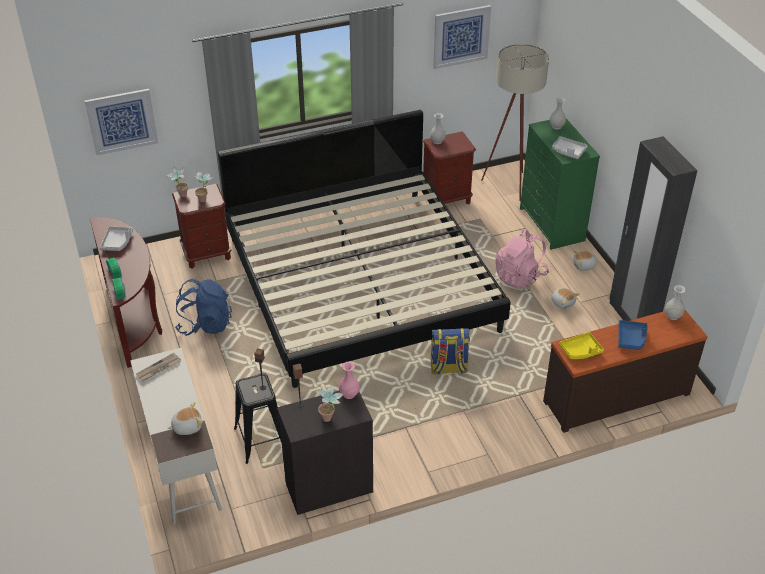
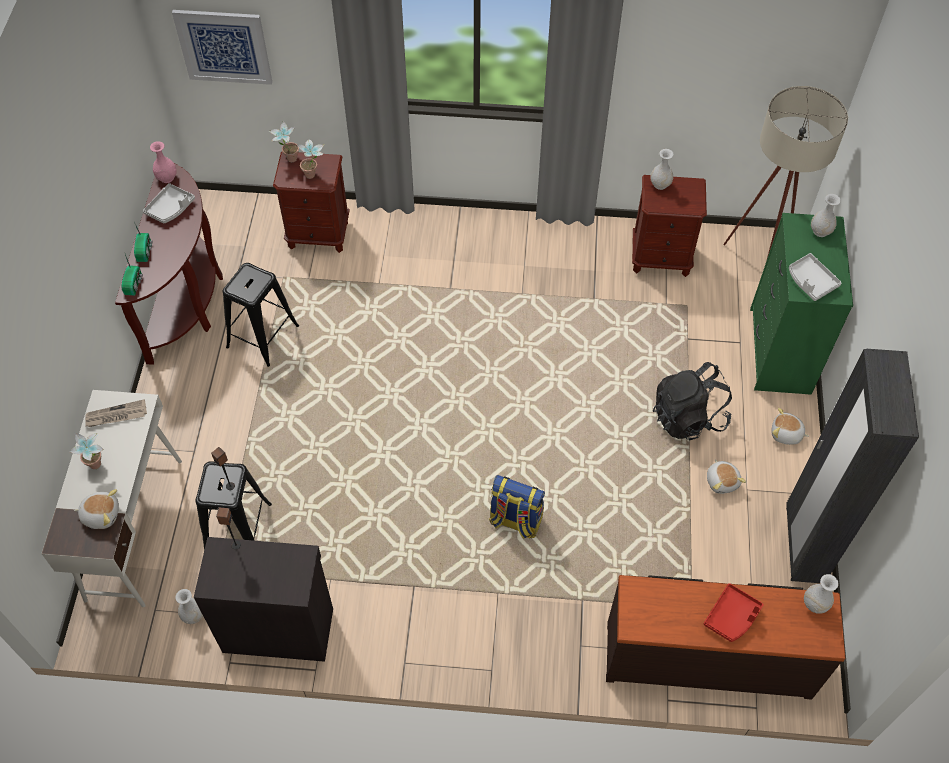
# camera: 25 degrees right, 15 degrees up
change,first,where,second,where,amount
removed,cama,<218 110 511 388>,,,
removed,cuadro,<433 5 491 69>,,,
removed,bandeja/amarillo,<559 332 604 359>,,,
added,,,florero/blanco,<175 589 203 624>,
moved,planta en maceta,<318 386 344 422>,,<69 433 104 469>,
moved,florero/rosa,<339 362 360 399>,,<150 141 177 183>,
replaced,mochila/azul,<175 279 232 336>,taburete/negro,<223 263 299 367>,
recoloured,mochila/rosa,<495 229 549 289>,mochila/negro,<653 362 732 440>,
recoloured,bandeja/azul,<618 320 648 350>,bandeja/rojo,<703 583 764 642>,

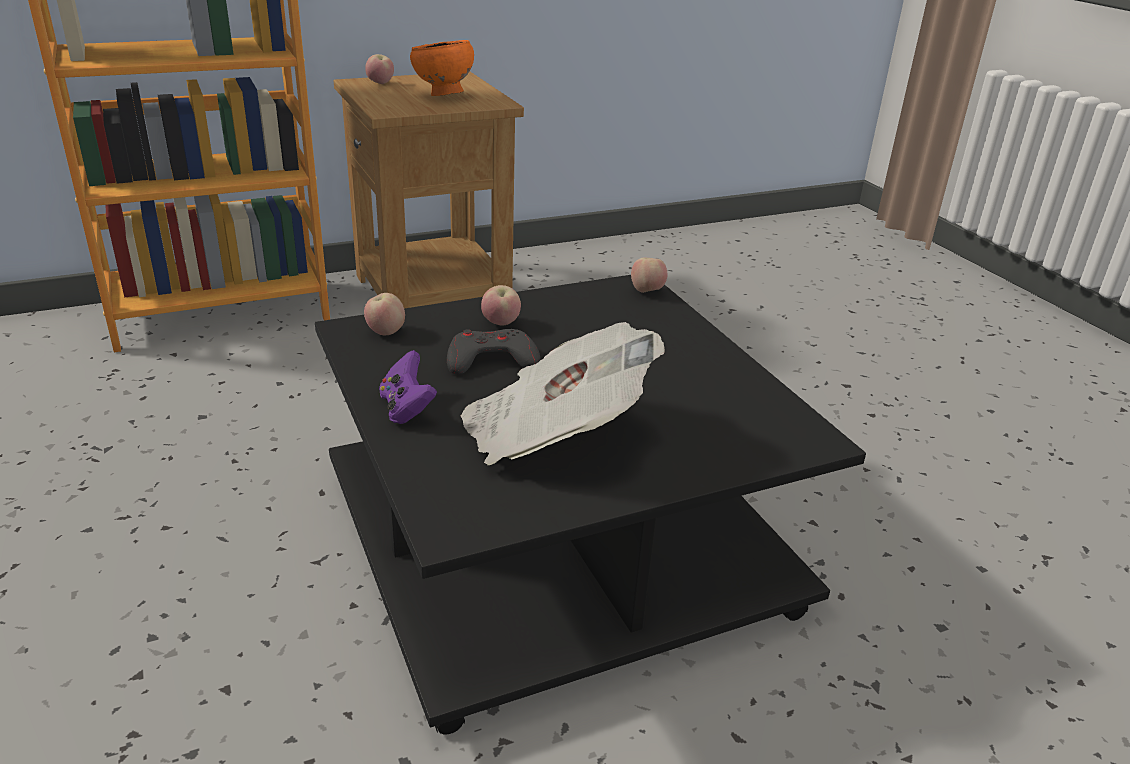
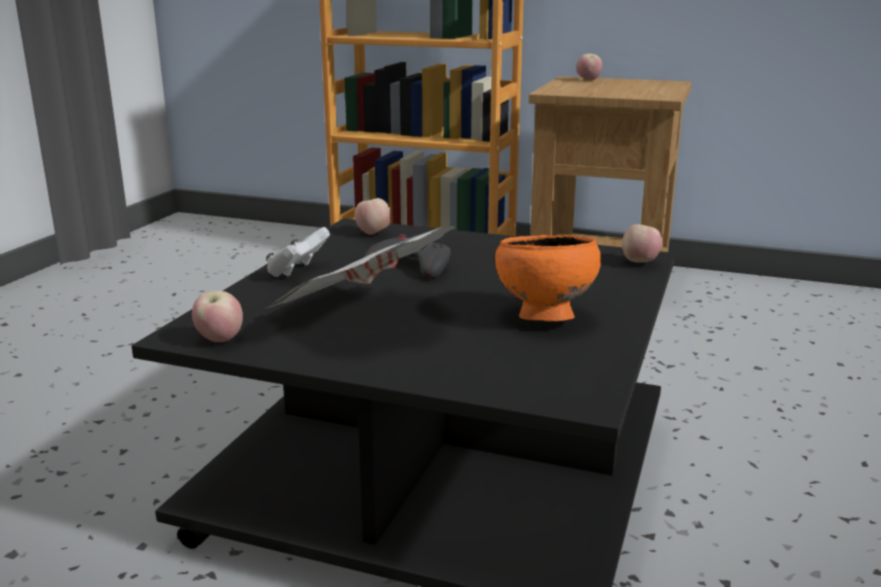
# camera: 45 degrees right, 10 degrees down
change,first,where,second,where,amount
moved,cuenco/naranja,<410 40 474 96>,,<495 235 601 322>,
moved,manzana,<481 285 521 326>,,<192 291 243 342>,
recoloured,mando de consola/morado,<379 350 437 424>,mando de consola/blanco,<266 227 330 278>,

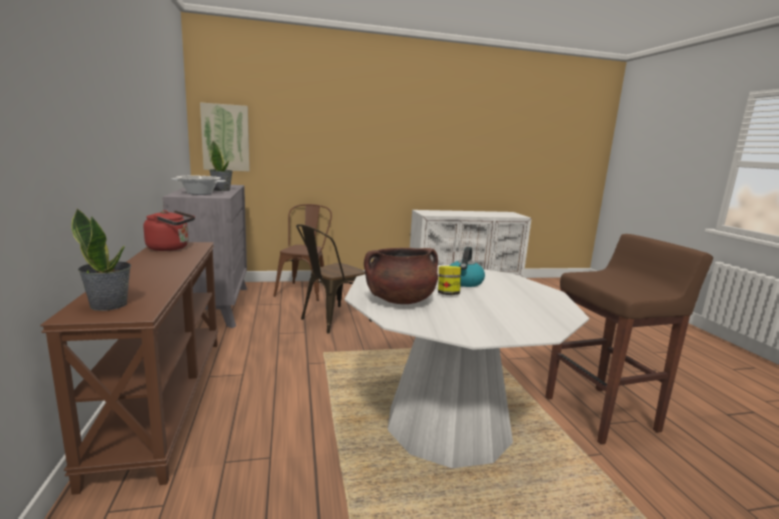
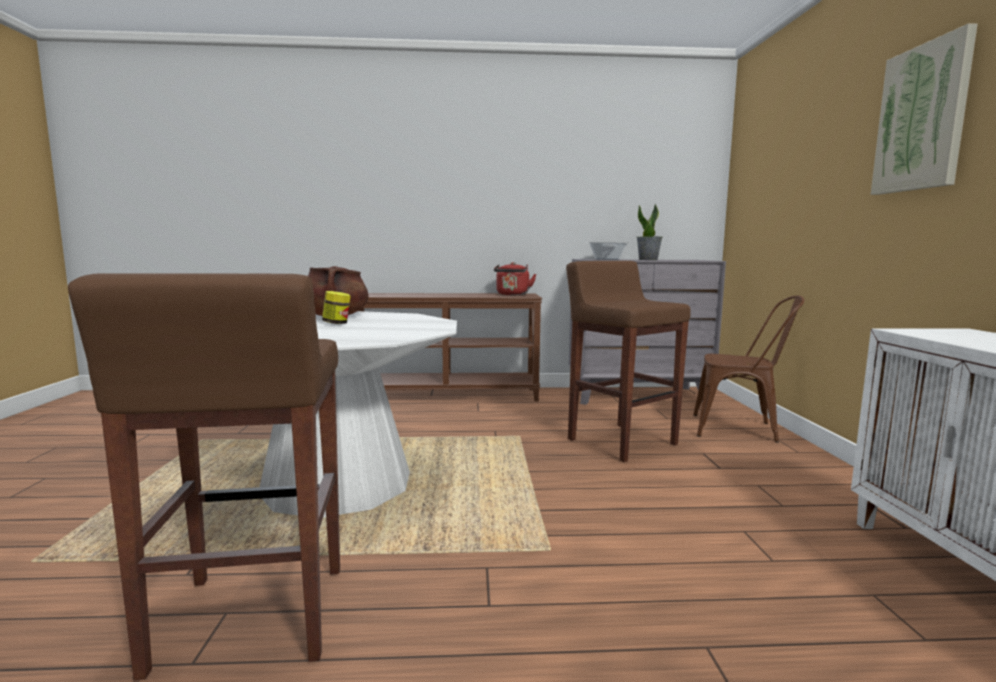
# camera: 100 degrees right, 5 degrees down
change,first,where,second,where,amount
removed,planta en maceta,<71 209 131 311>,,,
removed,hervidor,<450 247 485 287>,,,
moved,cuadro,<200 102 250 171>,,<871 23 978 195>,
replaced,silla/marrón,<296 224 372 334>,taburete/marrón,<566 261 691 462>,

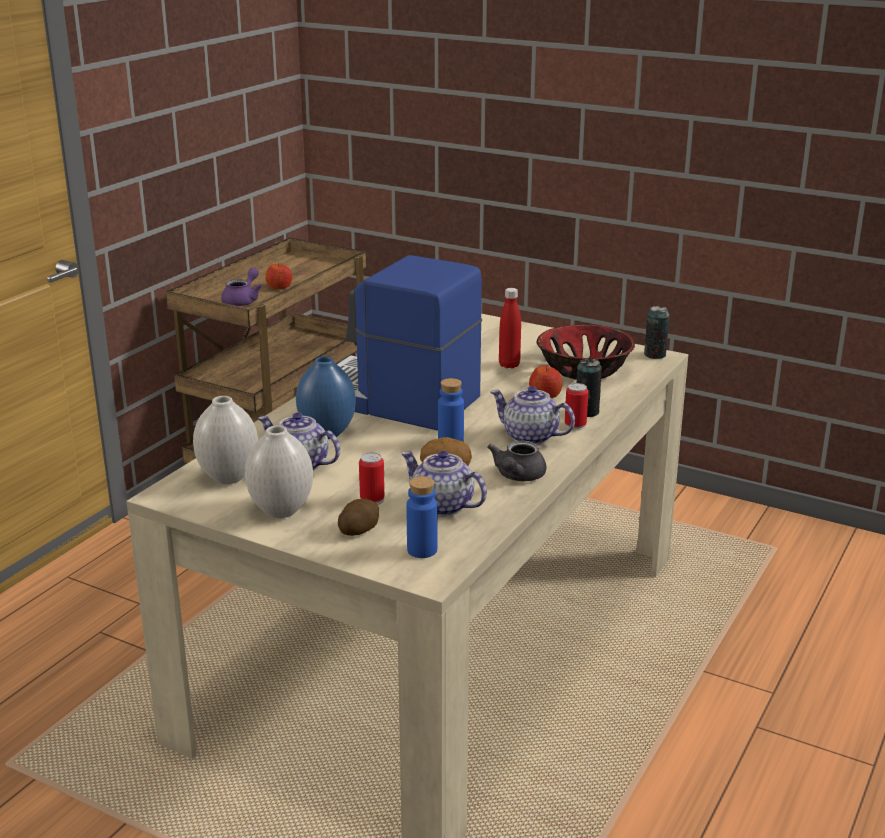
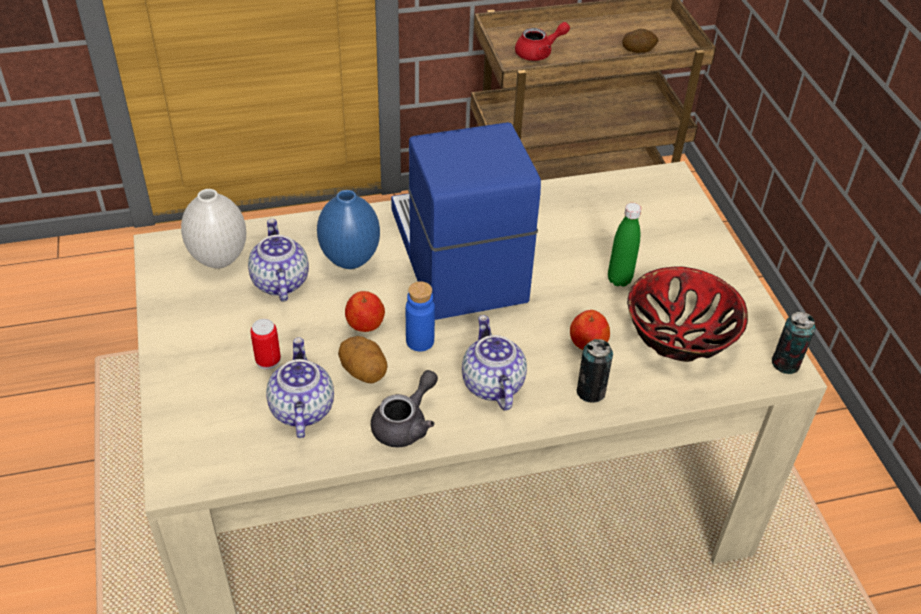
# camera: 45 degrees right, 20 degrees up
change,first,where,second,where,amount
removed,florero/blanco,<245 425 313 518>,,,
removed,botella/azul,<407 476 437 558>,,,
removed,lata,<565 383 588 430>,,,
moved,manzana,<265 264 292 289>,,<345 291 385 332>,
moved,patata,<338 499 379 536>,,<622 29 659 53>,
recoloured,tetera/morado,<221 267 262 306>,tetera/rojo,<515 22 570 61>,
recoloured,botella/rojo,<499 288 521 368>,botella/verde,<608 203 641 287>,
turned,tetera/gris,<487 440 546 481>,,<371 370 438 447>,150 degrees clockwise

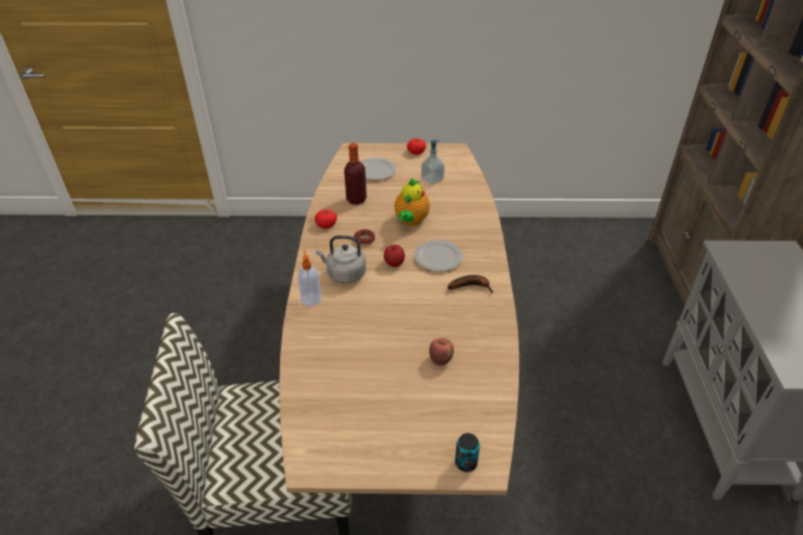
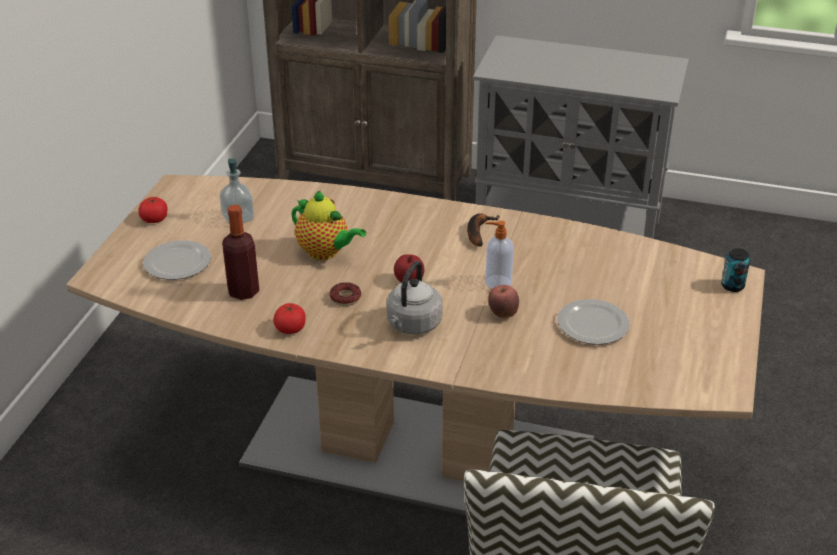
# camera: 75 degrees left, 5 degrees down
change,first,where,second,where,amount
moved,dispensador de jabón,<298 250 321 306>,,<485 221 514 289>,
moved,plato,<414 240 463 271>,,<557 299 630 345>,
moved,manzana,<429 338 454 366>,,<488 285 519 318>,

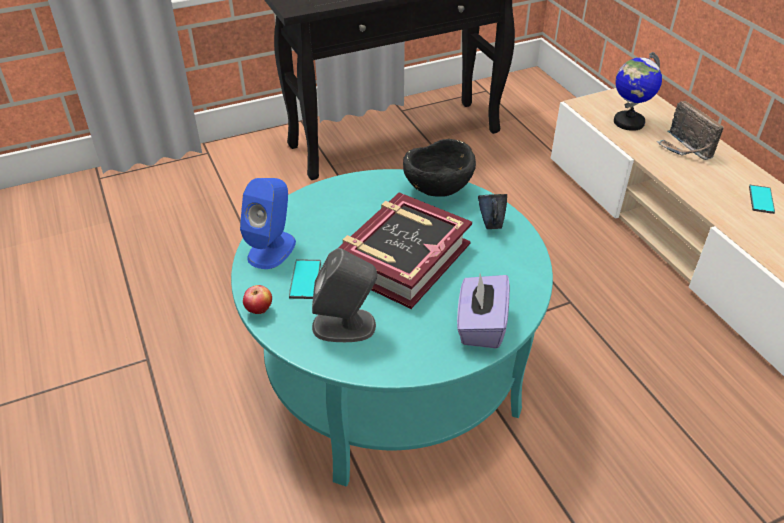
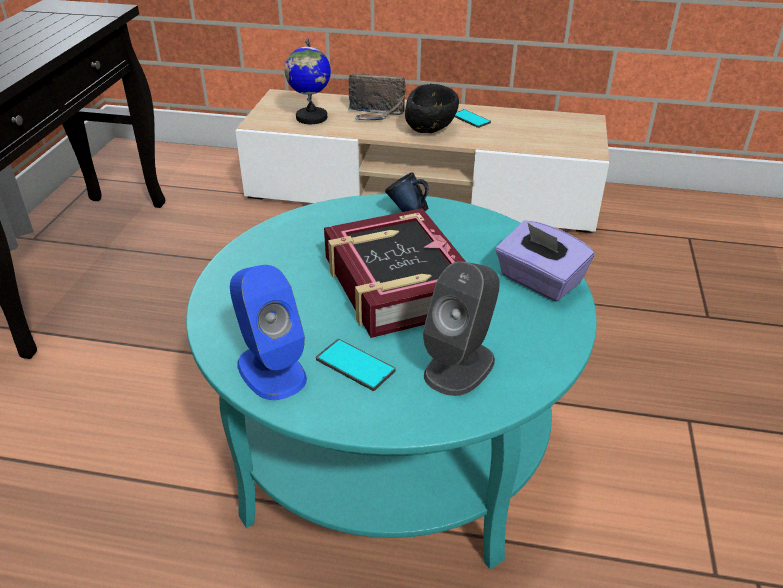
# camera: 55 degrees left, 5 degrees down
change,first,where,second,where,amount
removed,manzana,<243 285 272 314>,,,
moved,cuenco/negro,<403 139 476 197>,,<405 83 459 133>,

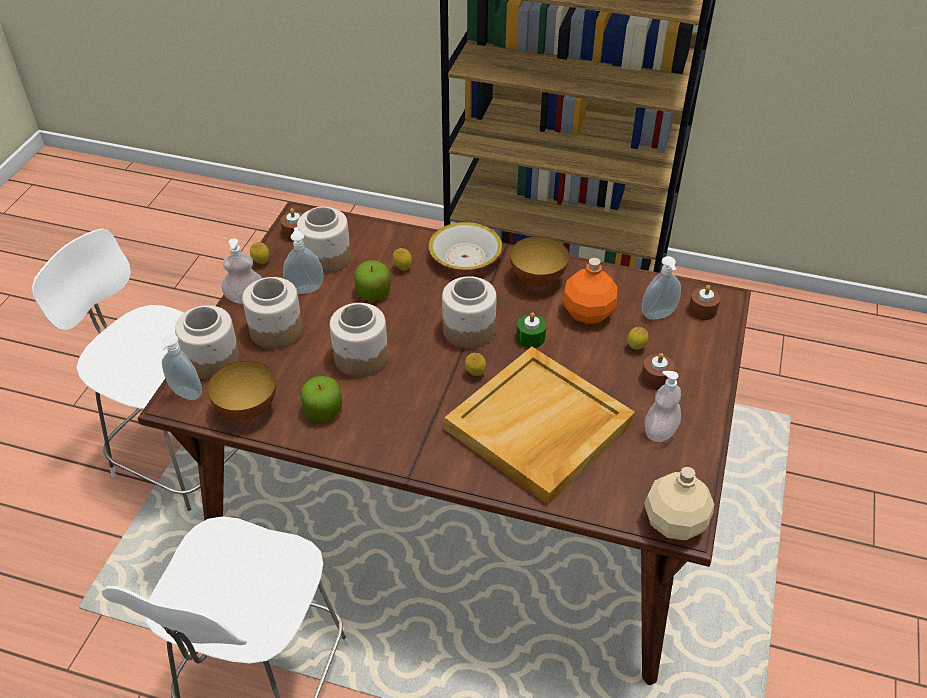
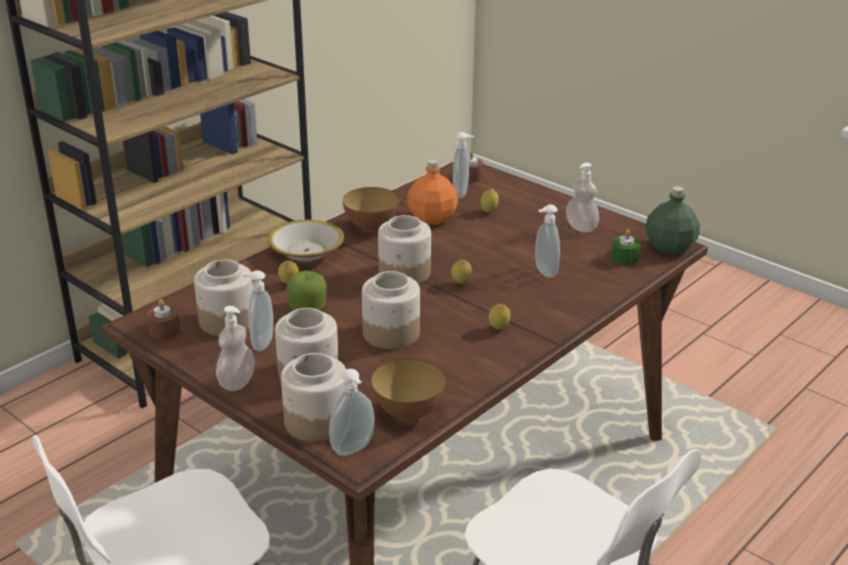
# camera: 65 degrees left, 15 degrees down
change,first,where,second,where,amount
removed,manzana,<300 376 342 423>,,,
removed,vela/marrón,<641 353 675 390>,,,
moved,limón,<250 242 269 264>,,<489 304 510 330>,
moved,vela/verde,<517 312 546 348>,,<611 229 641 265>,
replaced,bandeja/beis,<444 347 635 505>,dispensador de jabón,<535 204 560 278>,
recoloured,botella/beis,<644 467 714 540>,botella/verde,<645 186 700 254>,

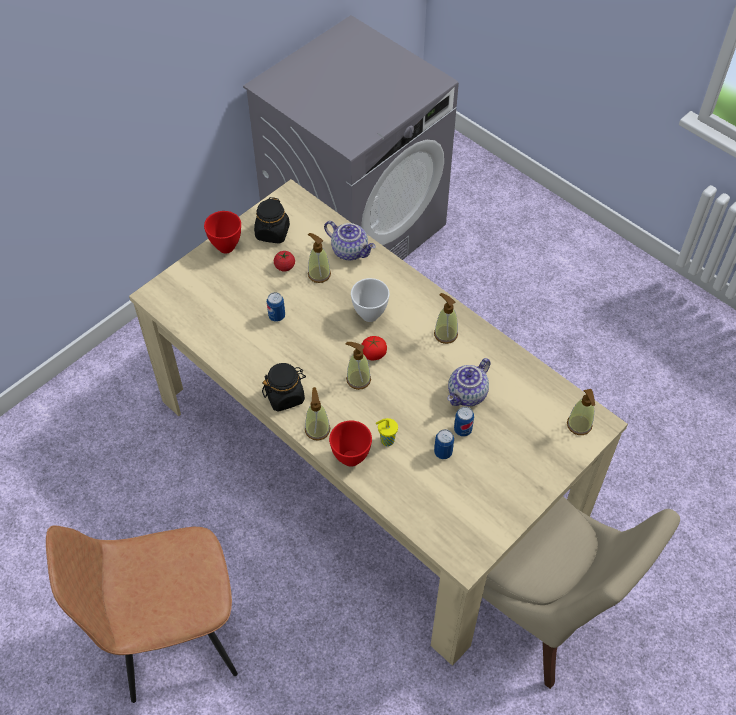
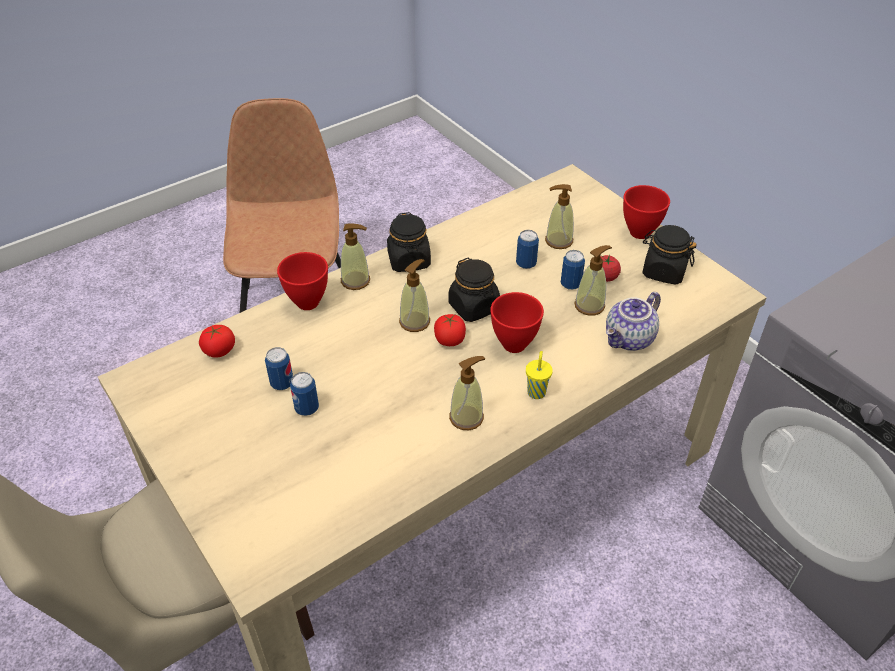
# camera: 100 degrees right, 10 degrees down
change,first,where,second,where,amount
removed,tetera,<447 358 491 406>,,,
added,,,tomate,<199 325 235 358>,
added,,,tarro/negro,<448 258 500 322>,
added,,,lata,<561 250 585 290>,
moved,taza/amarillo,<376 418 398 446>,,<526 351 553 399>,
moved,dispensador de jabón,<567 389 595 435>,,<545 184 574 249>,
recoloured,cuenco/blanco,<351 278 390 322>,cuenco/rojo,<490 292 544 353>,

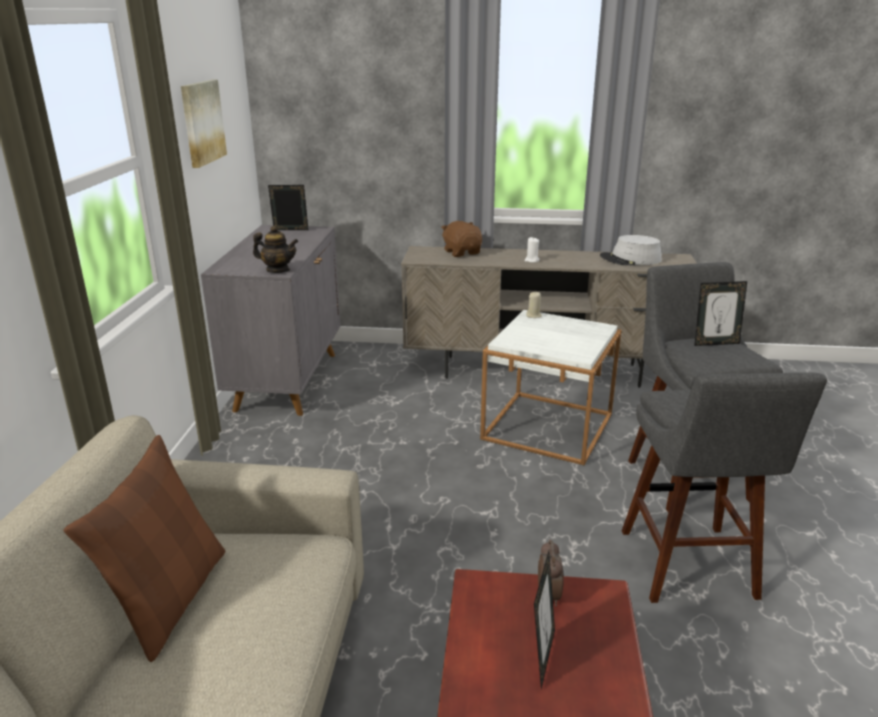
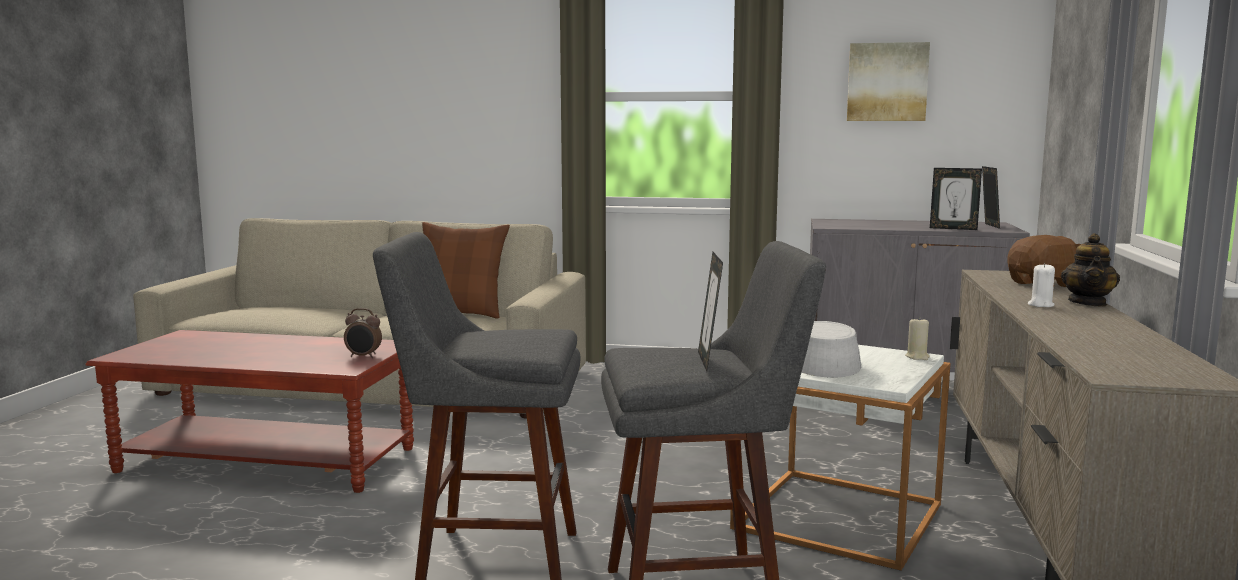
# camera: 95 degrees right, 15 degrees down
change,first,where,second,where,amount
moved,tetera,<253 226 298 273>,,<1061 233 1120 306>,
moved,portarretratos,<534 551 555 689>,,<930 168 982 230>,
moved,sombrero/gris,<600 235 662 265>,,<801 321 861 378>,

